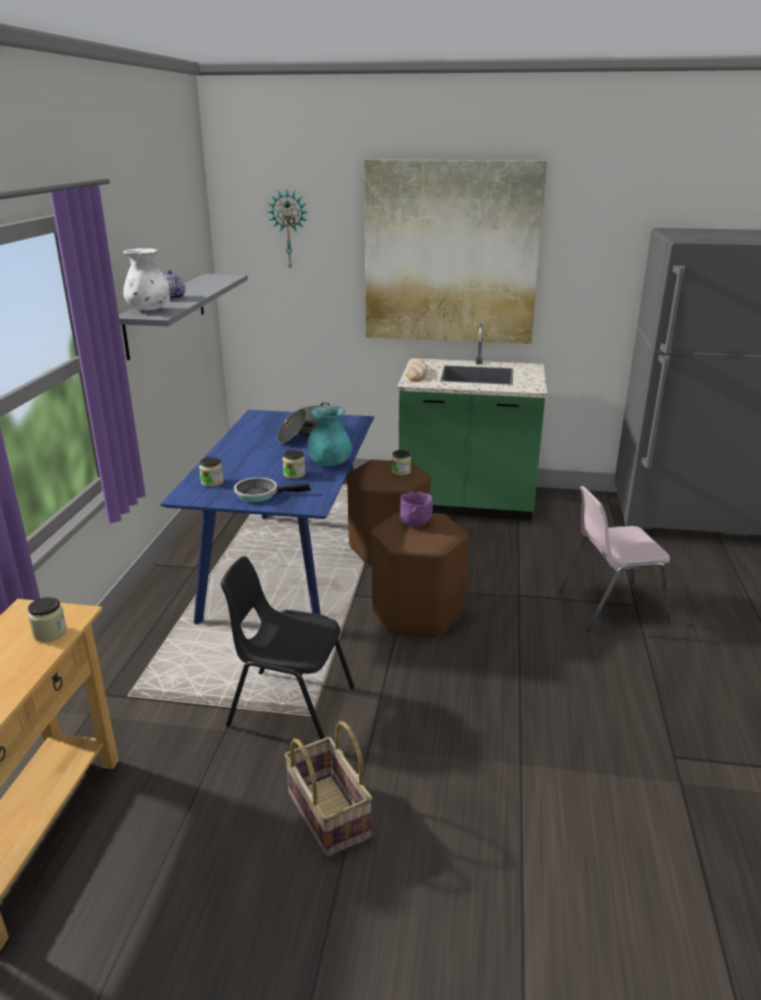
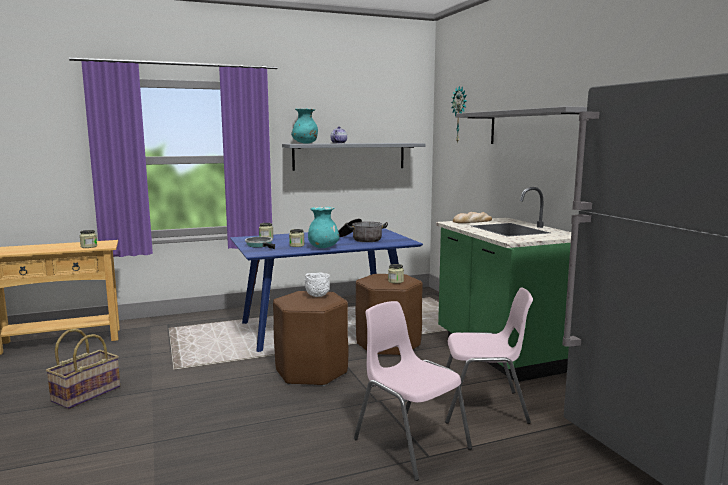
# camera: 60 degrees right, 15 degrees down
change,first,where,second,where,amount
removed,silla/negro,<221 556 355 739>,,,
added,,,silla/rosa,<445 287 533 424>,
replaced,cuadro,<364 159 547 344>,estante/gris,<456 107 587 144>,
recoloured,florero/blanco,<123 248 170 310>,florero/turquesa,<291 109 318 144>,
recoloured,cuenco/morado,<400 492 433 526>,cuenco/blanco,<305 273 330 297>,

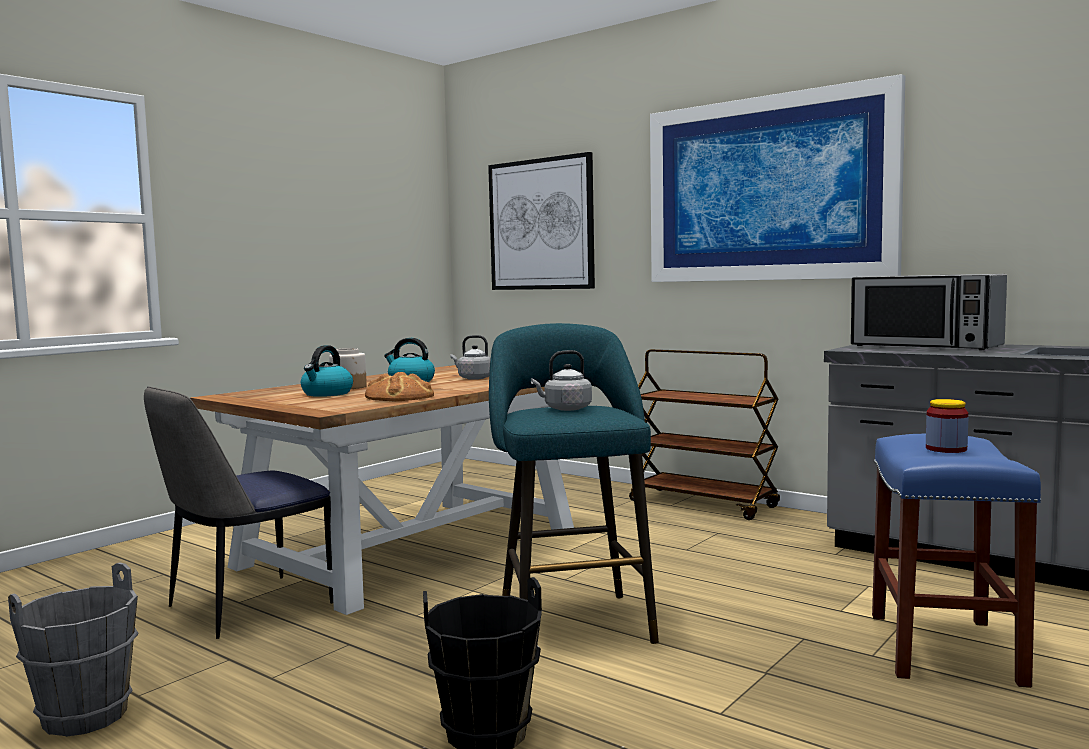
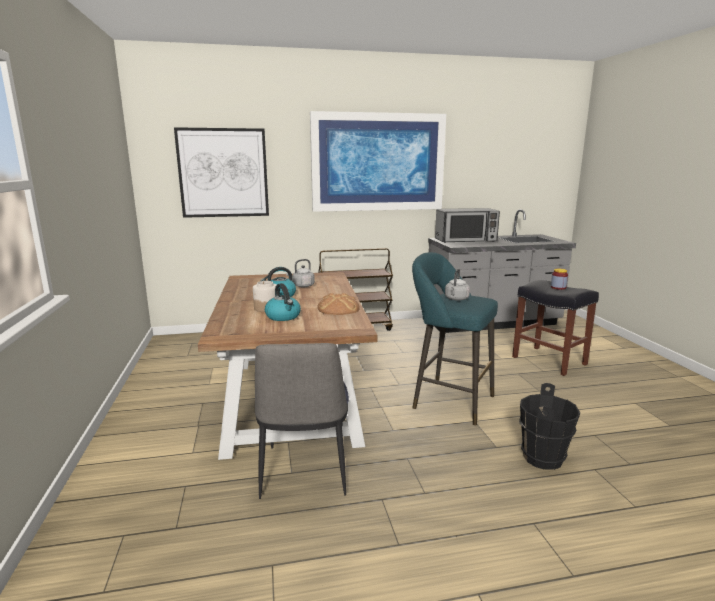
# camera: 50 degrees left, 10 degrees up
change,first,where,second,where,amount
removed,cubo/gris,<8 562 138 737>,,,
recoloured,taburete/azul,<872 434 1041 688>,taburete/negro,<512 280 599 376>,

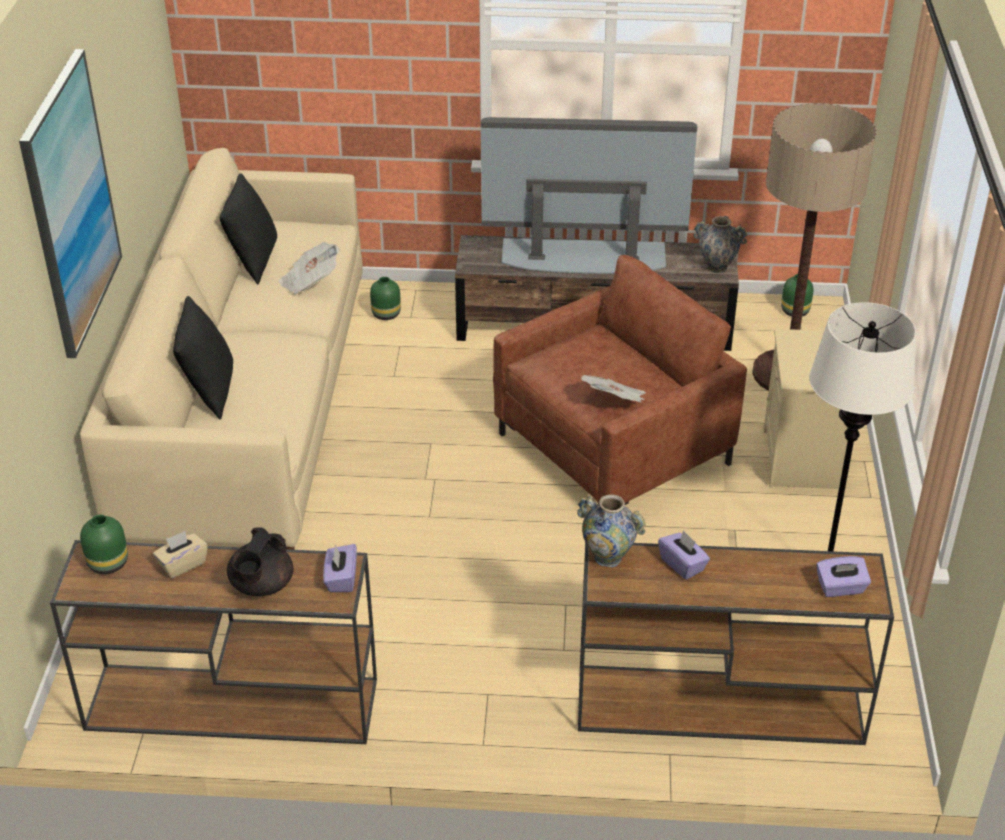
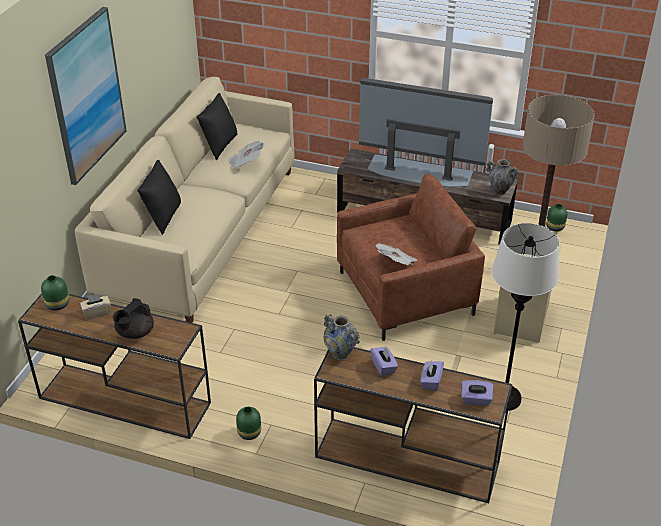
# camera: 15 degrees right, 0 degrees up
change,first,where,second,where,amount
moved,caja de pañuelos/morado,<323 544 357 592>,,<420 360 444 391>,
moved,florero/verde,<370 277 401 320>,,<236 407 261 440>,

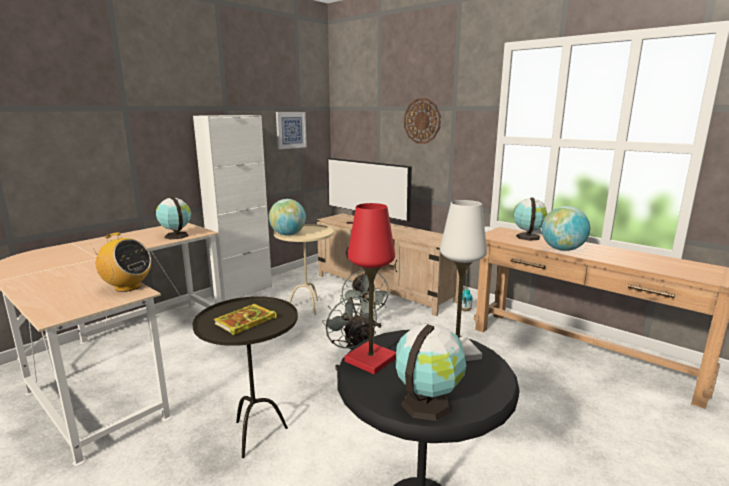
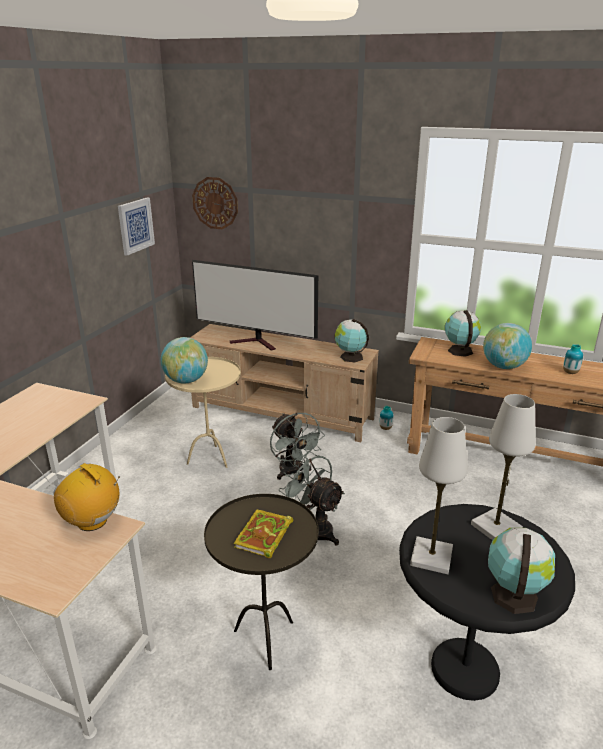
# camera: 20 degrees left, 10 degrees up
change,first,where,second,where,amount
removed,armario/blanco,<193 115 272 302>,,,
added,,,florero,<563 344 583 374>,
moved,globo terráqueo,<156 197 191 239>,,<335 319 369 362>,
moved,reloj de pared,<404 98 441 144>,,<192 177 238 229>,
recoloured,lámpara de mesa/rojo,<344 203 396 374>,lámpara de mesa/blanco,<410 417 468 574>,
turned,radio,<90 233 151 292>,,<53 463 120 531>,150 degrees counterclockwise

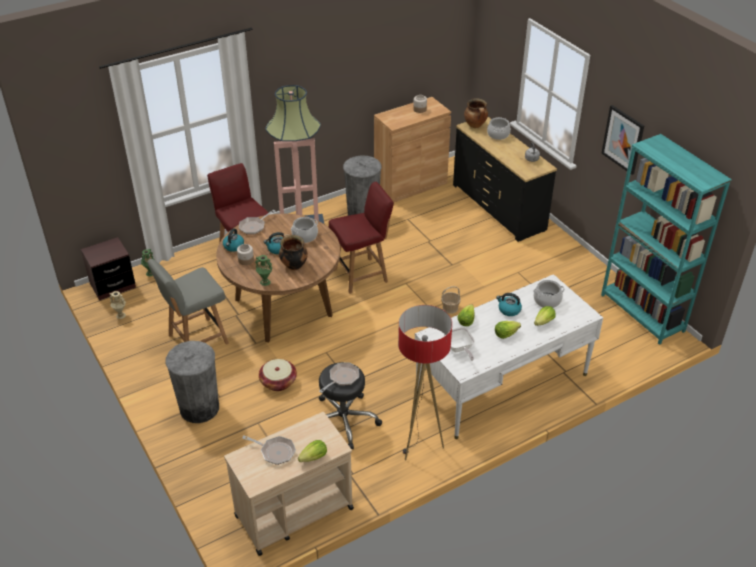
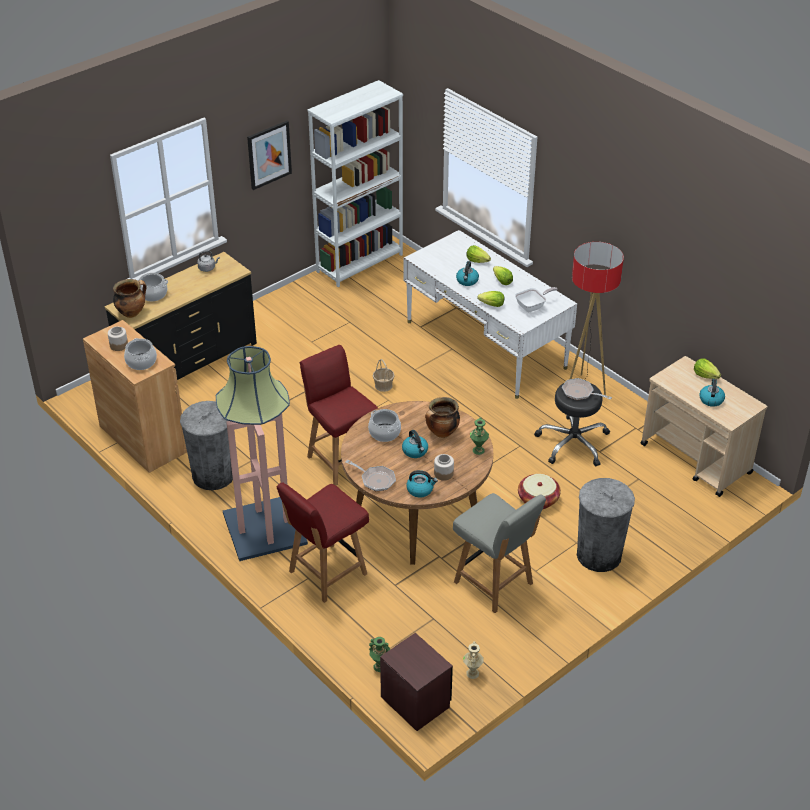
# camera: 100 degrees left, 0 degrees up
change,first,where,second,where,amount
moved,olla,<533 280 565 308>,,<124 338 157 370>,
replaced,sartén,<242 435 296 465>,hervidor,<699 379 725 407>,
recoloured,estantería/turquesa,<601 134 732 345>,estantería/blanco,<308 80 403 287>,

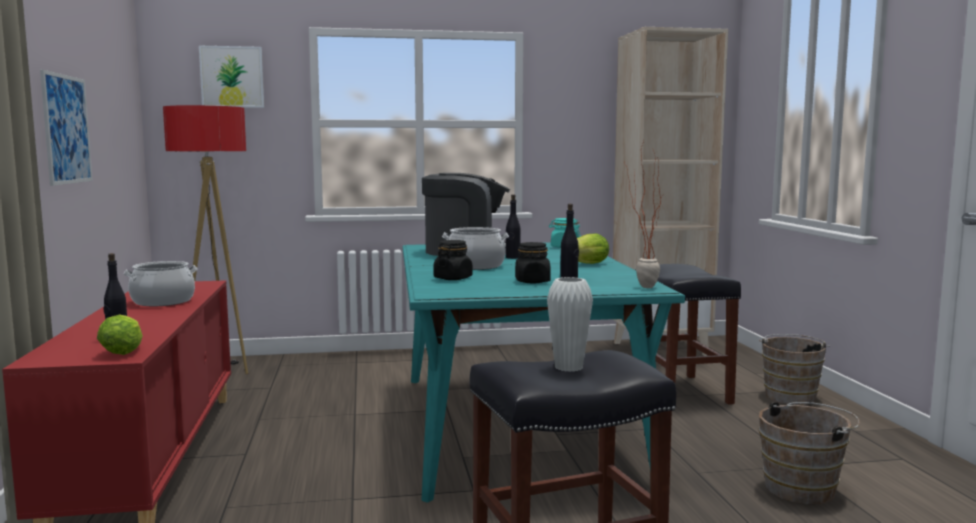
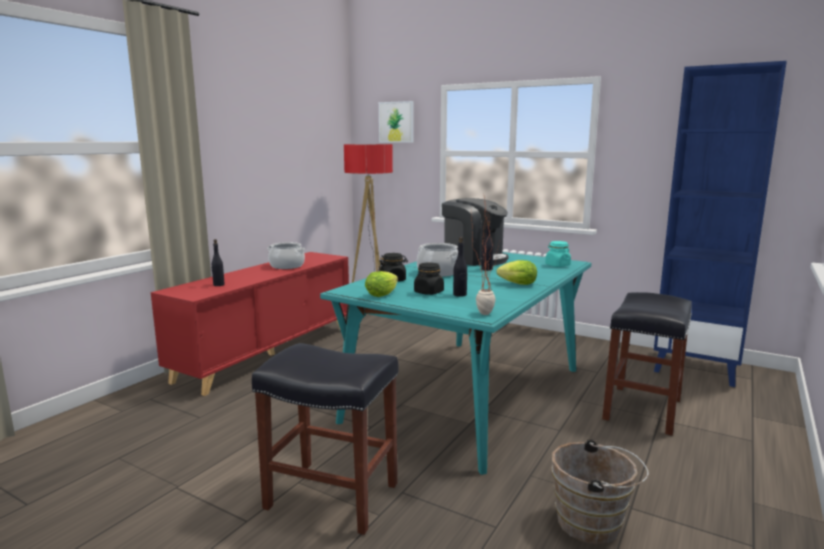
# camera: 40 degrees right, 5 degrees up
change,first,where,second,where,amount
removed,cuadro,<40 70 93 186>,,,
removed,florero/blanco,<547 277 593 372>,,,
removed,cubo/marrón,<759 334 831 405>,,,
moved,lechuga,<97 314 143 355>,,<365 271 398 297>,
recoloured,estantería/beis,<613 27 728 356>,estantería/azul,<654 61 787 387>,

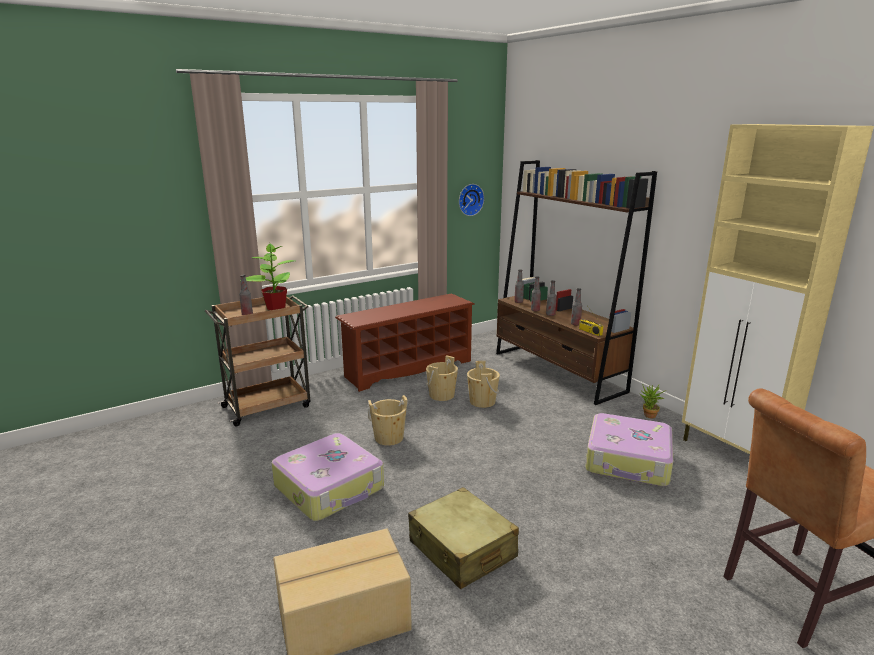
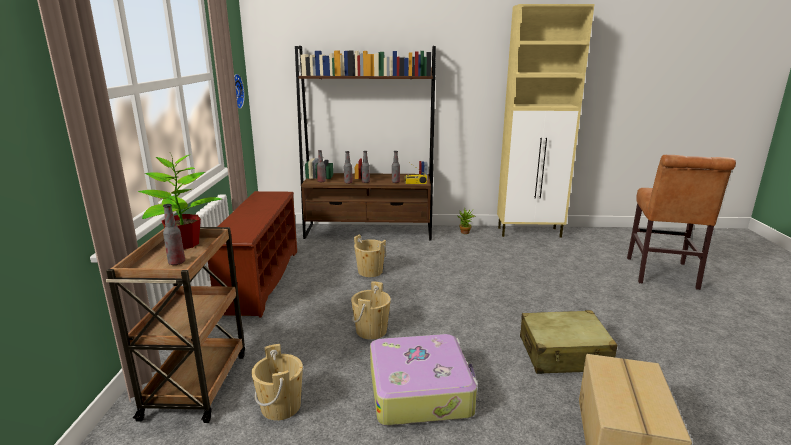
# camera: 55 degrees left, 0 degrees up
change,first,where,second,where,amount
removed,maleta,<585 413 673 486>,,,
moved,cubo/beis,<426 355 458 401>,,<251 344 303 420>,

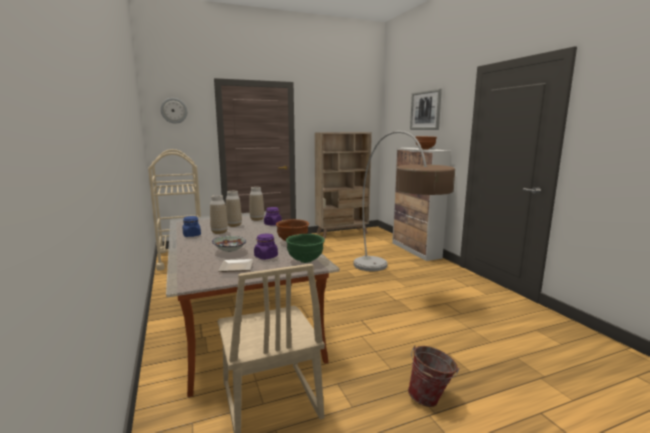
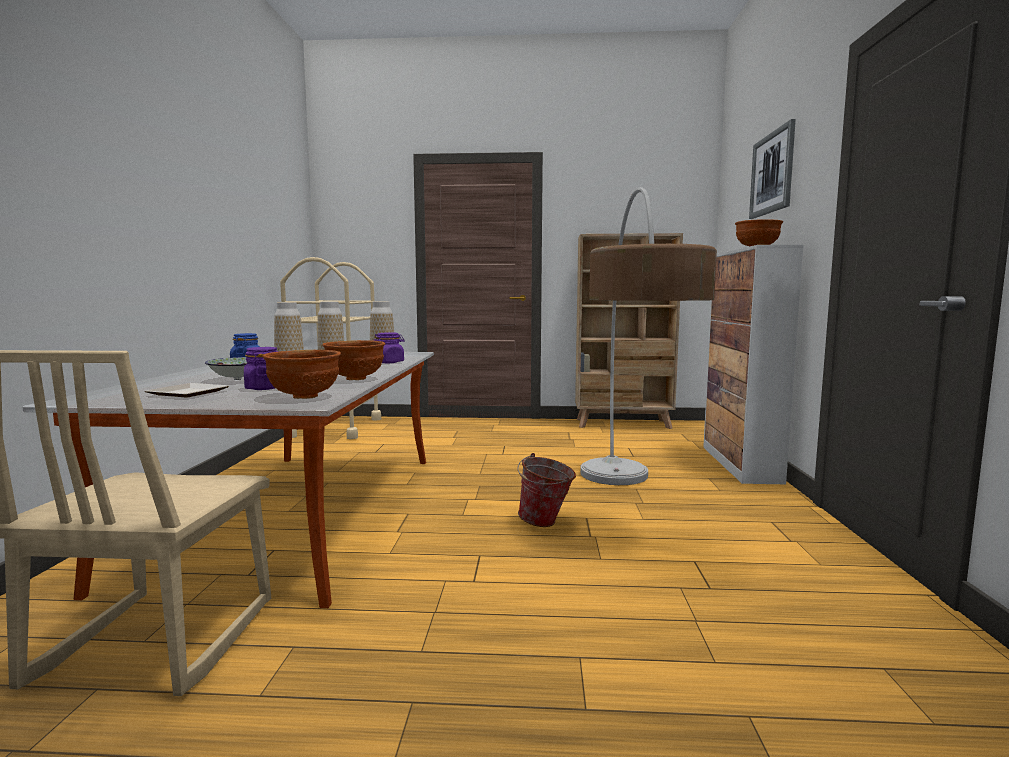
# camera: 25 degrees right, 5 degrees down
change,first,where,second,where,amount
removed,reloj de pared,<161 98 187 124>,,,
moved,cubo,<408 345 460 407>,,<517 453 576 527>,
recoloured,cuenco/verde,<286 234 325 263>,cuenco/marrón,<263 350 341 399>,

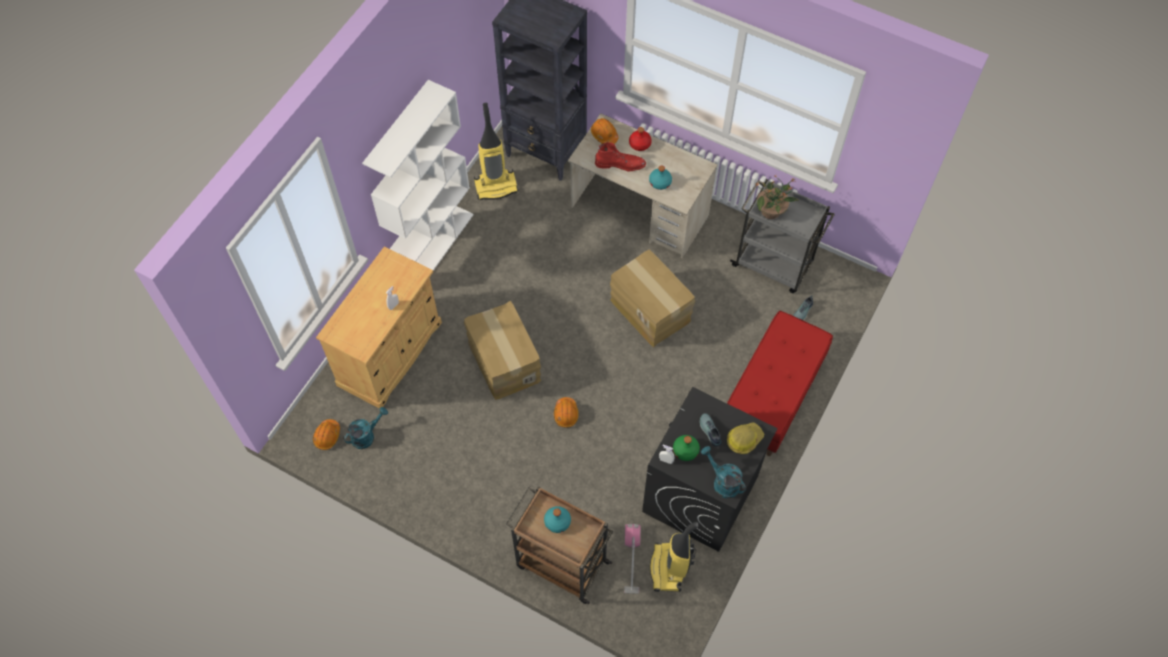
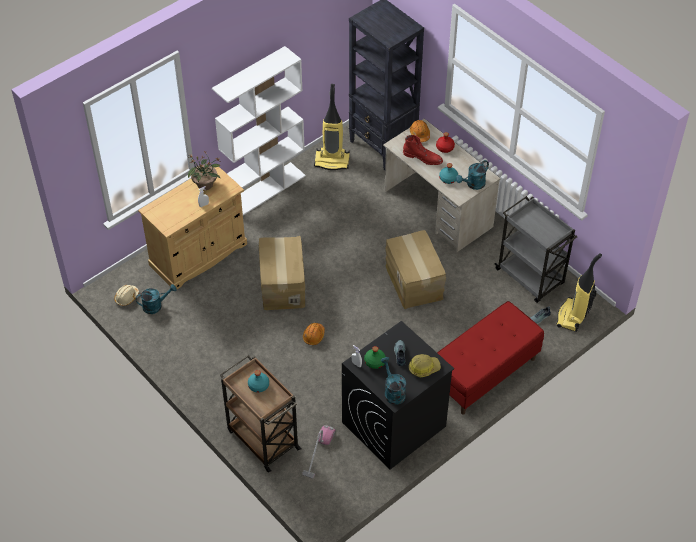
# camera: 20 degrees right, 10 degrees down
change,first,where,second,where,amount
added,,,regadera/turquesa,<456 160 489 190>,
moved,aspiradora,<650 522 699 592>,,<556 253 602 332>,
moved,planta en maceta,<755 175 799 219>,,<188 152 220 190>,
recoloured,casco/naranja,<313 419 340 450>,casco/beis,<114 285 139 306>,

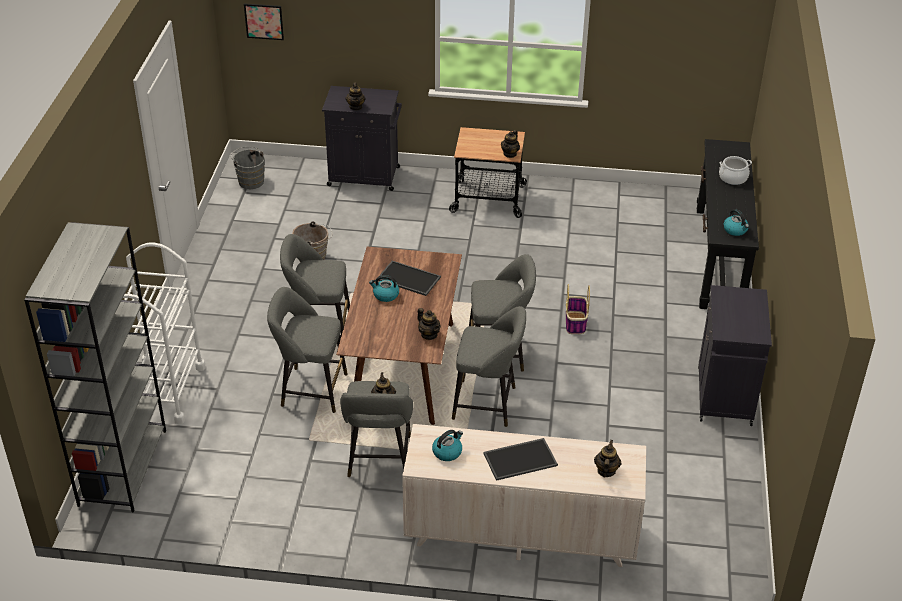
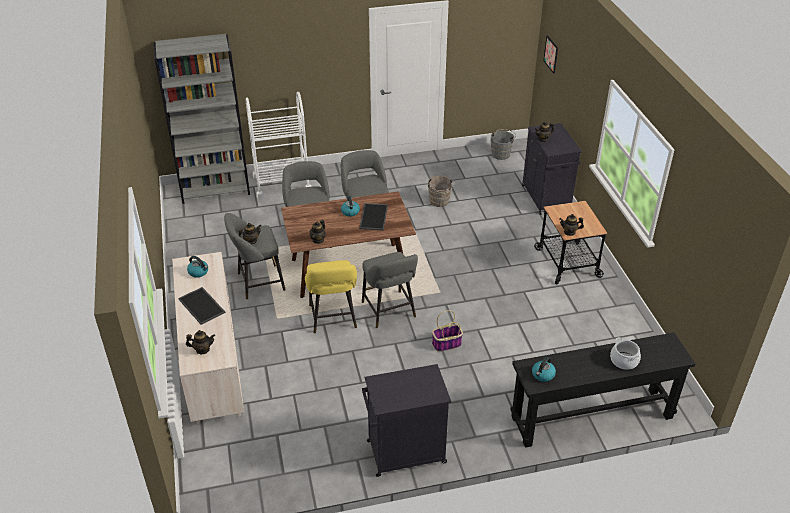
# camera: 70 degrees right, 0 degrees up
change,first,where,second,where,amount
recoloured,taburete/gris,<452 306 526 427>,taburete/amarillo,<305 260 357 333>,

